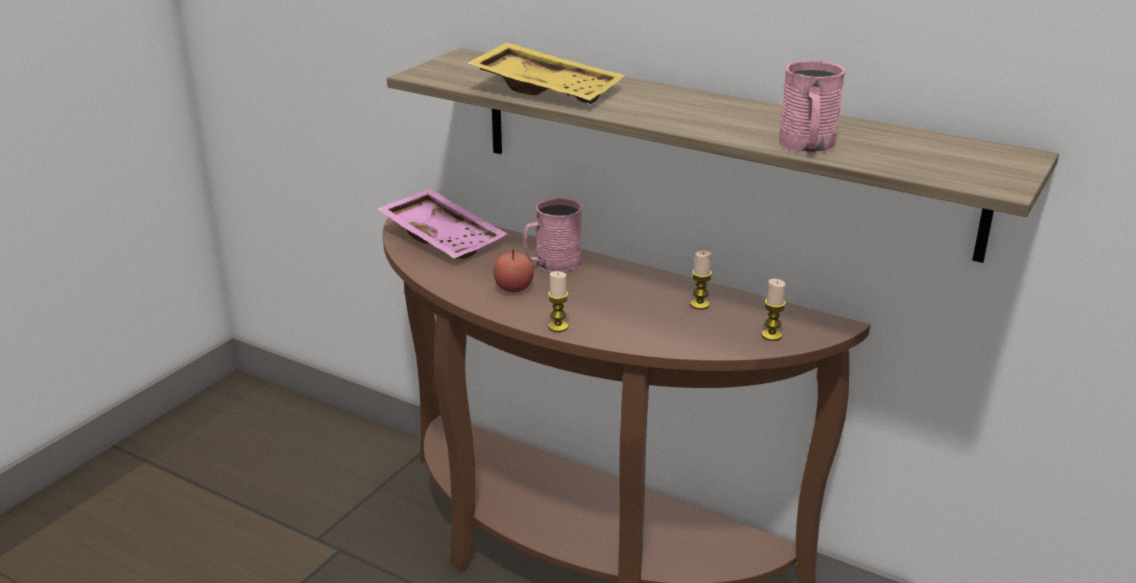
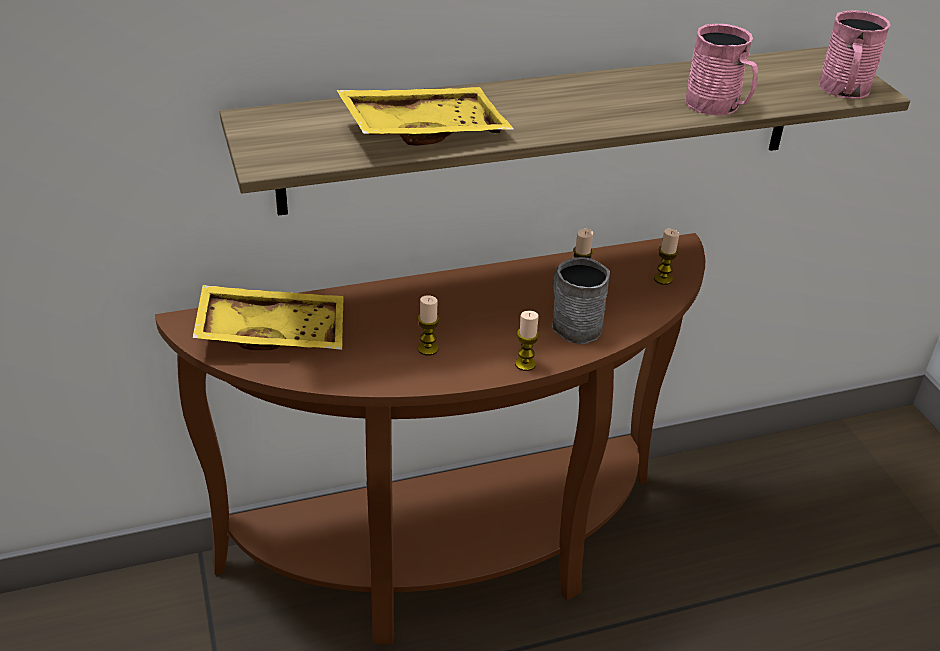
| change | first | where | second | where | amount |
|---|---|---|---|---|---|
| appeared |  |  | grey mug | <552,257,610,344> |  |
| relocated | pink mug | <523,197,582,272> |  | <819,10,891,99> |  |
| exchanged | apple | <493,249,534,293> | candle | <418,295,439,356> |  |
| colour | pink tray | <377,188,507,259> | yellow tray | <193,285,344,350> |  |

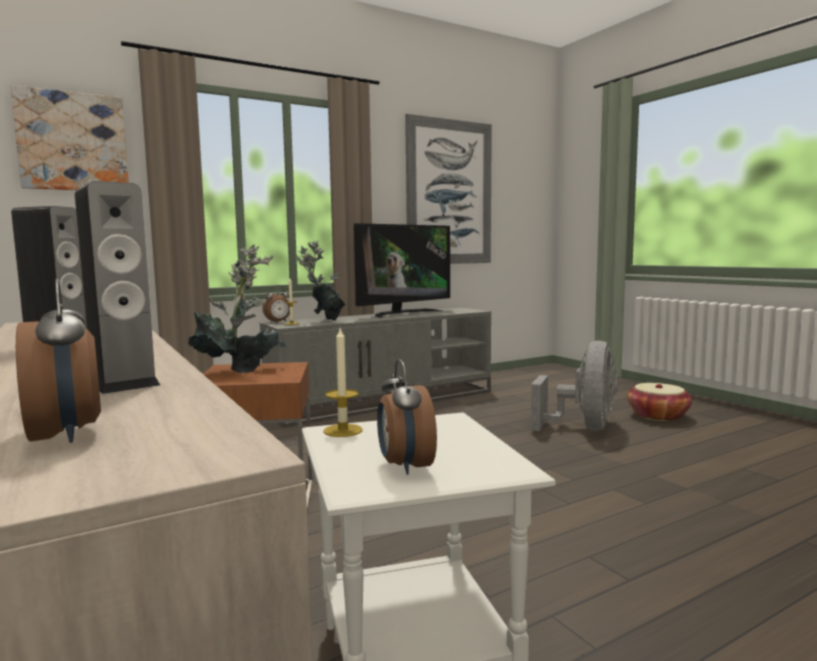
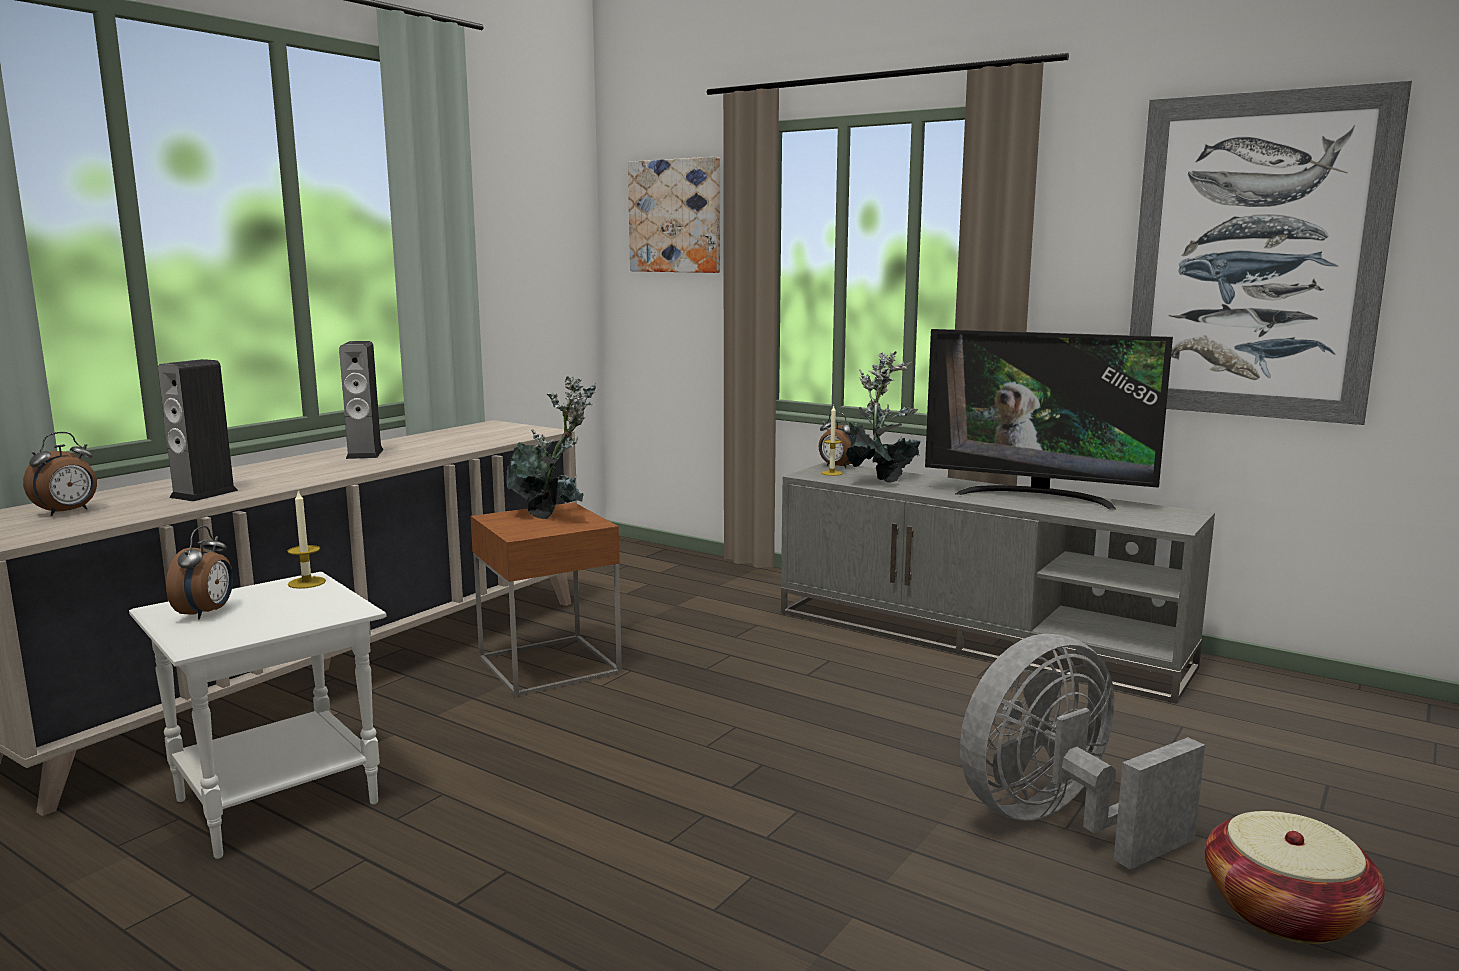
| change | first | where | second | where | amount |
|---|---|---|---|---|---|
| spun | alarm clock | <377,359,437,475> |  | <166,526,233,619> | 135 degrees clockwise |
| spun | grey fan | <531,341,618,431> |  | <960,634,1205,869> | 150 degrees clockwise |

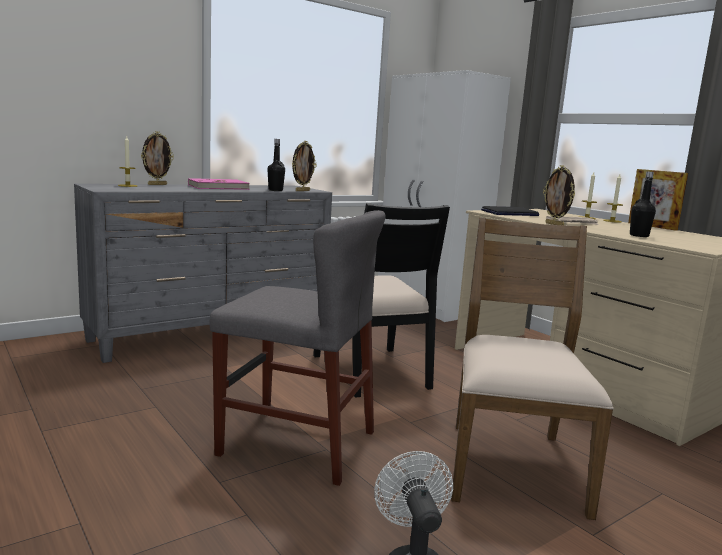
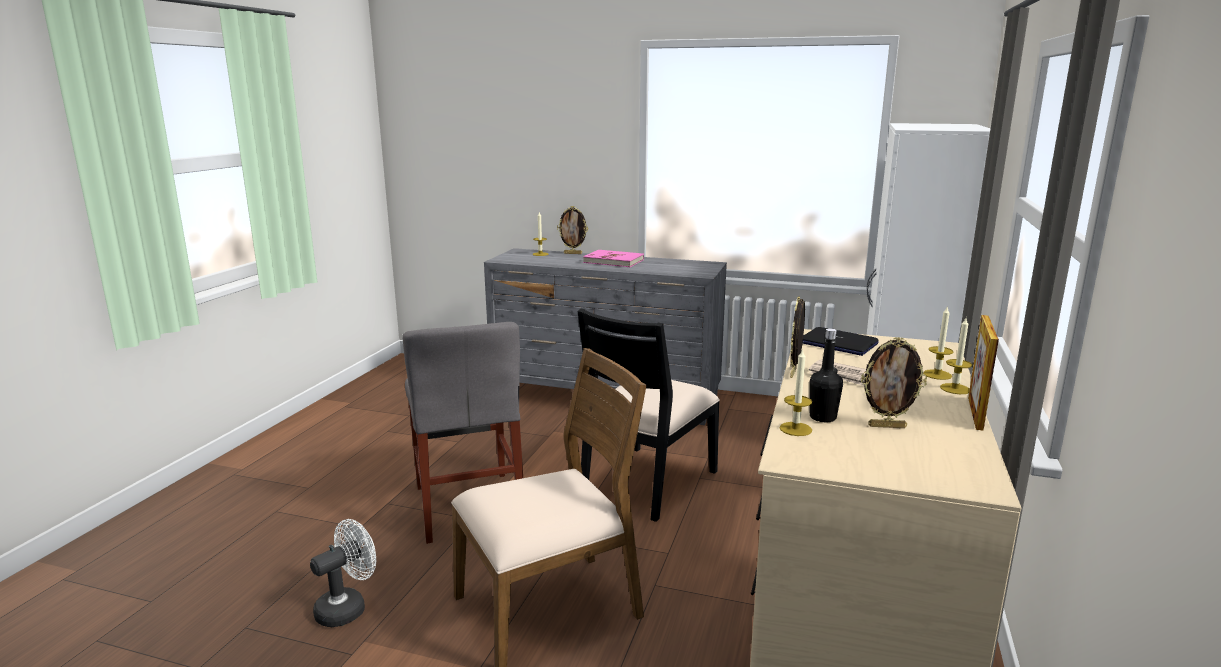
| change | first | where | second | where | amount |
|---|---|---|---|---|---|
| missing | black bottle | <267,139,285,191> |  |  |  |
| appeared |  |  | candle | <780,348,812,436> |  |
| relocated | picture frame | <292,141,317,191> |  | <861,337,927,428> |  |

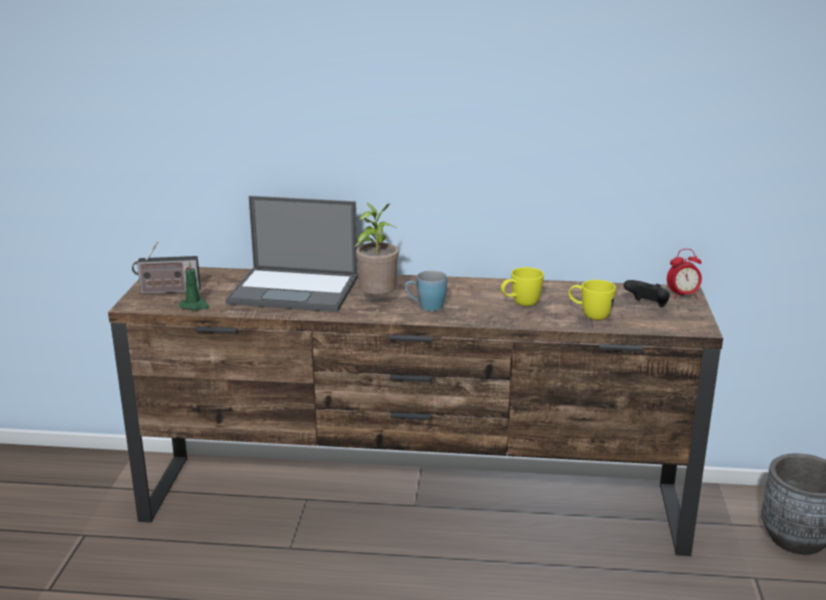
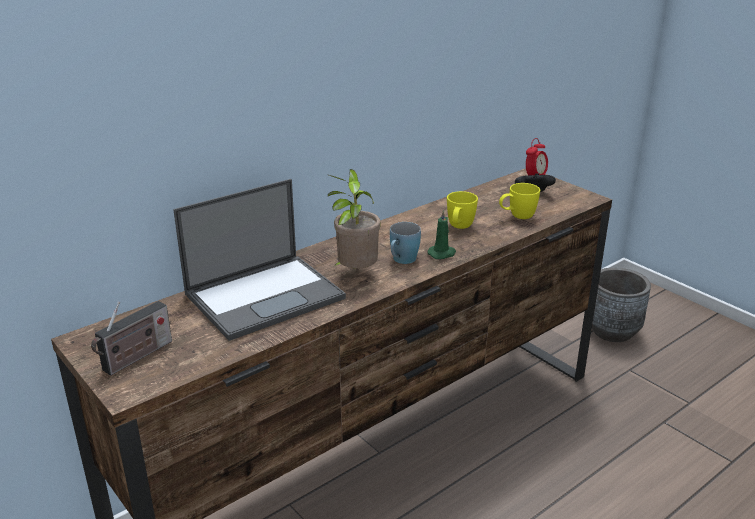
| change | first | where | second | where | amount |
|---|---|---|---|---|---|
| relocated | green candle | <179,260,209,310> |  | <428,209,456,259> |  |

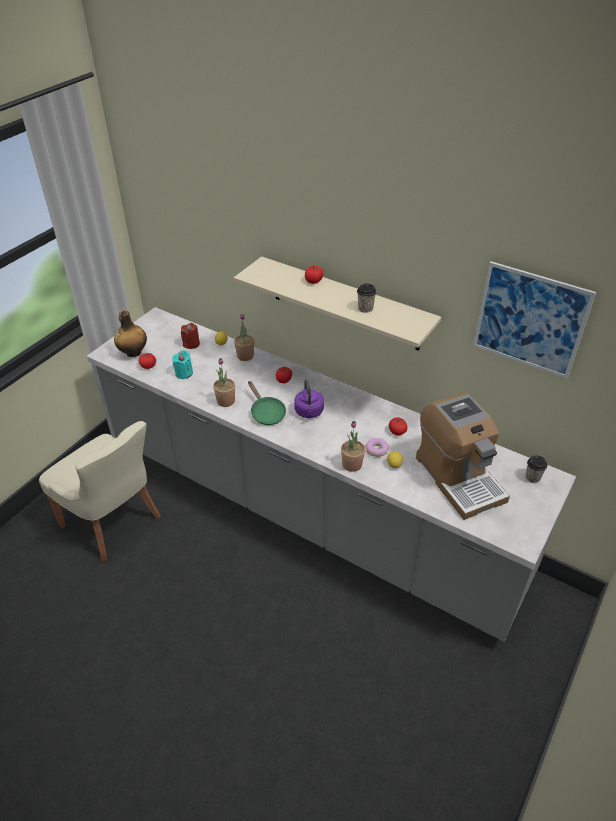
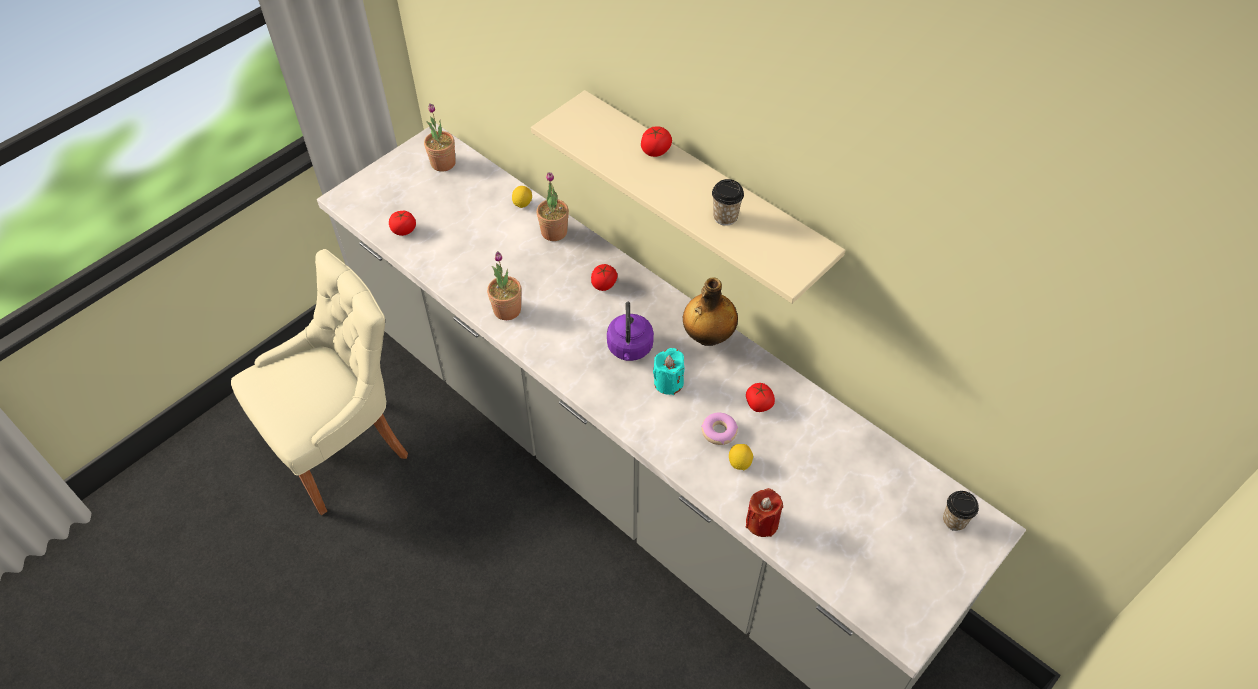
| change | first | where | second | where | amount |
|---|---|---|---|---|---|
| missing | green frying pan | <248,381,286,425> |  |  |  |
| missing | coffee machine | <416,392,510,520> |  |  |  |
| missing | picture | <473,261,596,379> |  |  |  |
| relocated | bottle | <114,310,147,357> |  | <683,277,738,346> |  |
| relocated | turquoise candle | <172,350,193,379> |  | <653,348,685,395> |  |
| relocated | red candle | <181,323,200,349> |  | <746,488,783,537> |  |
| relocated | potted plant | <341,421,365,472> |  | <424,103,456,172> |  |
| spun | beige chair | <39,421,161,561> |  | <231,249,408,515> | 90 degrees counterclockwise |

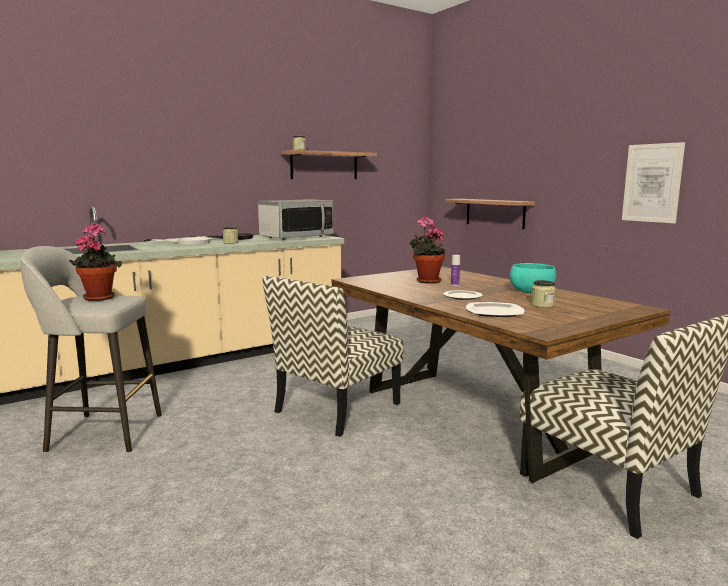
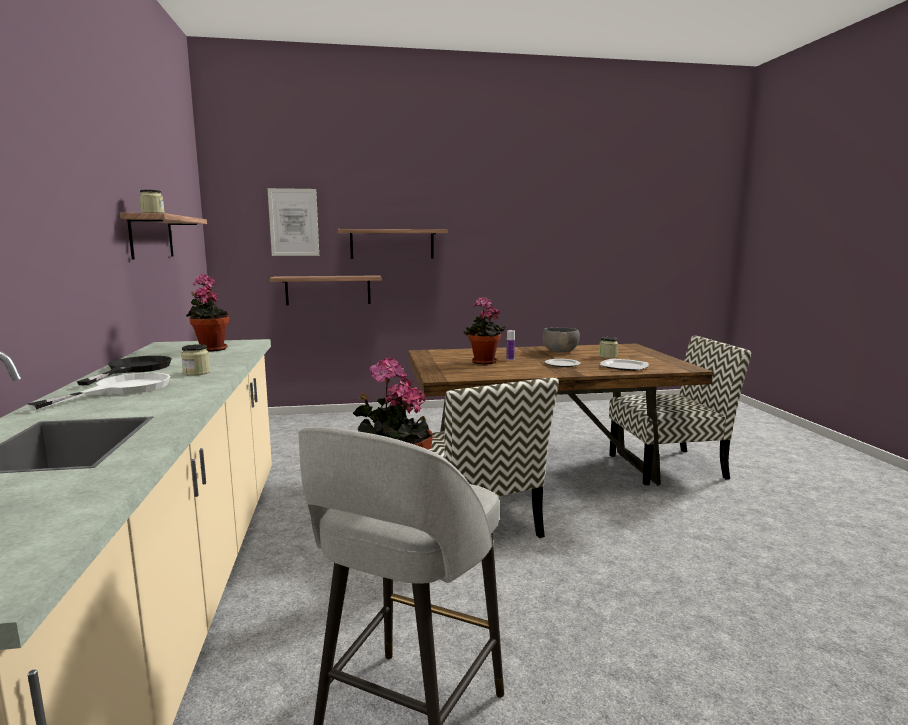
| change | first | where | second | where | amount |
|---|---|---|---|---|---|
| appeared |  |  | shelf | <338,229,447,259> |  |
| relocated | picture | <622,142,685,223> |  | <267,188,319,256> |  |
| exchanged | microwave | <258,199,333,240> | potted plant | <186,274,230,352> |  |
| colour | turquoise bowl | <510,263,556,294> | grey bowl | <542,327,580,353> |  |

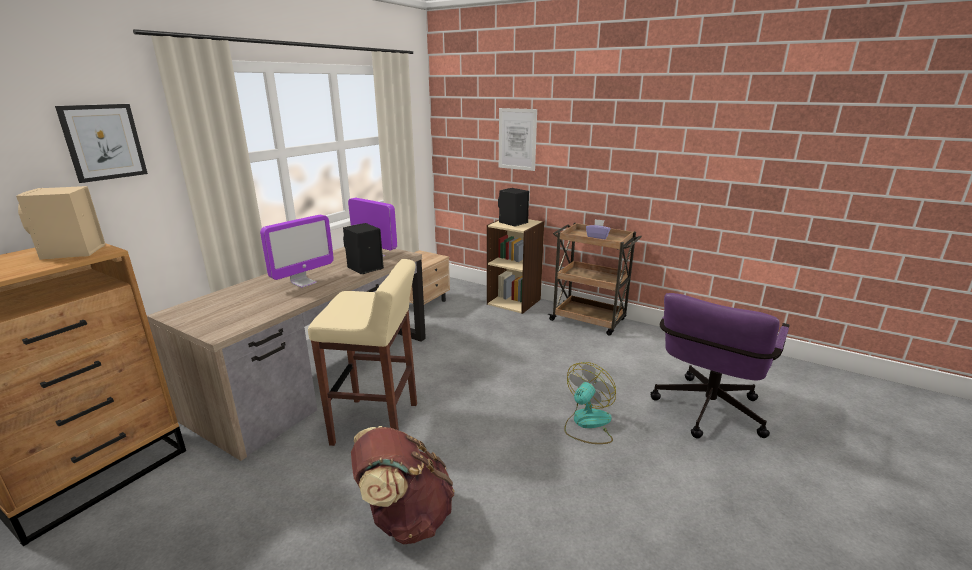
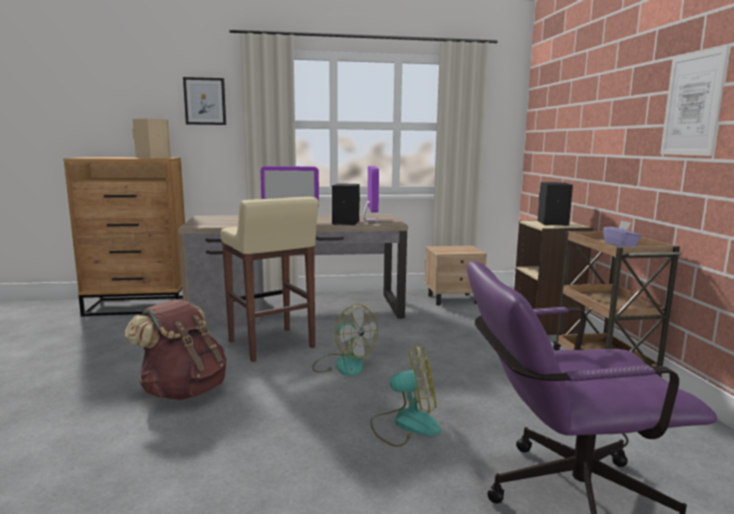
| change | first | where | second | where | amount |
|---|---|---|---|---|---|
| appeared |  |  | fan | <313,304,378,376> |  |
| relocated | picture | <499,108,537,171> |  | <660,46,730,156> |  |

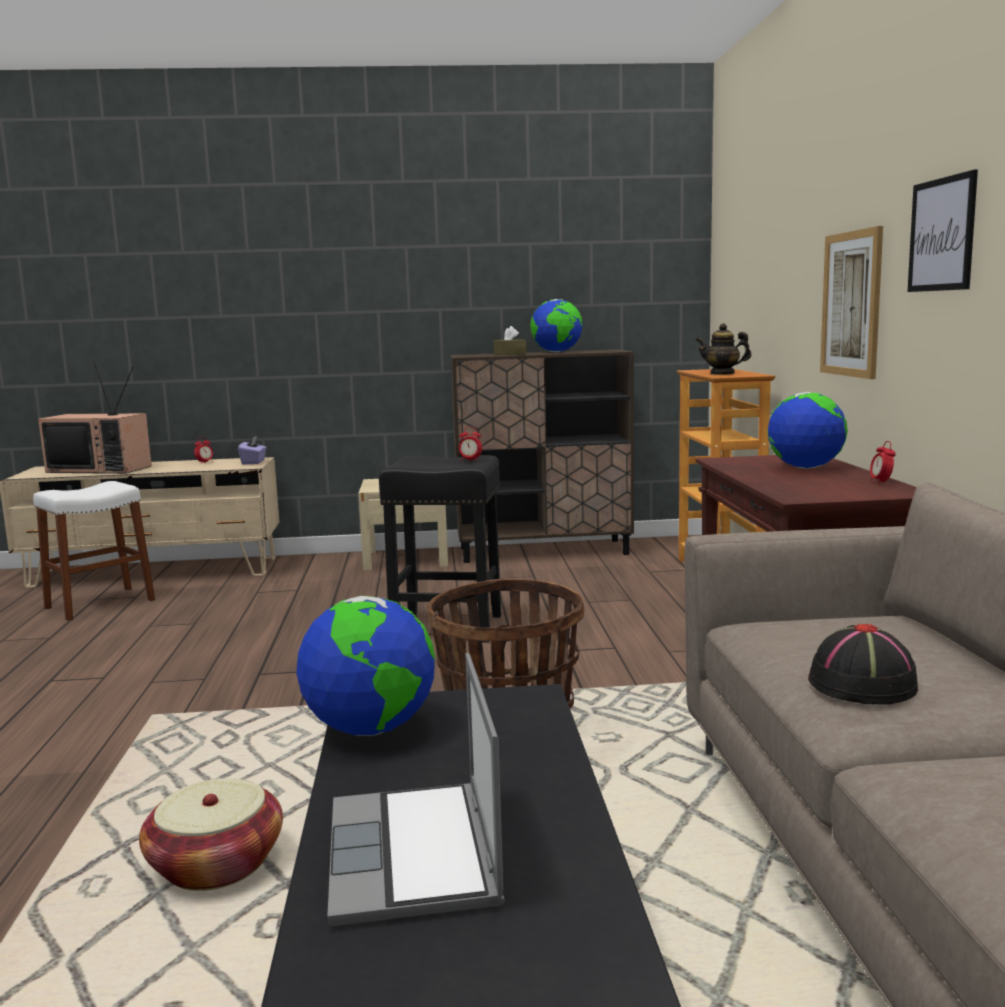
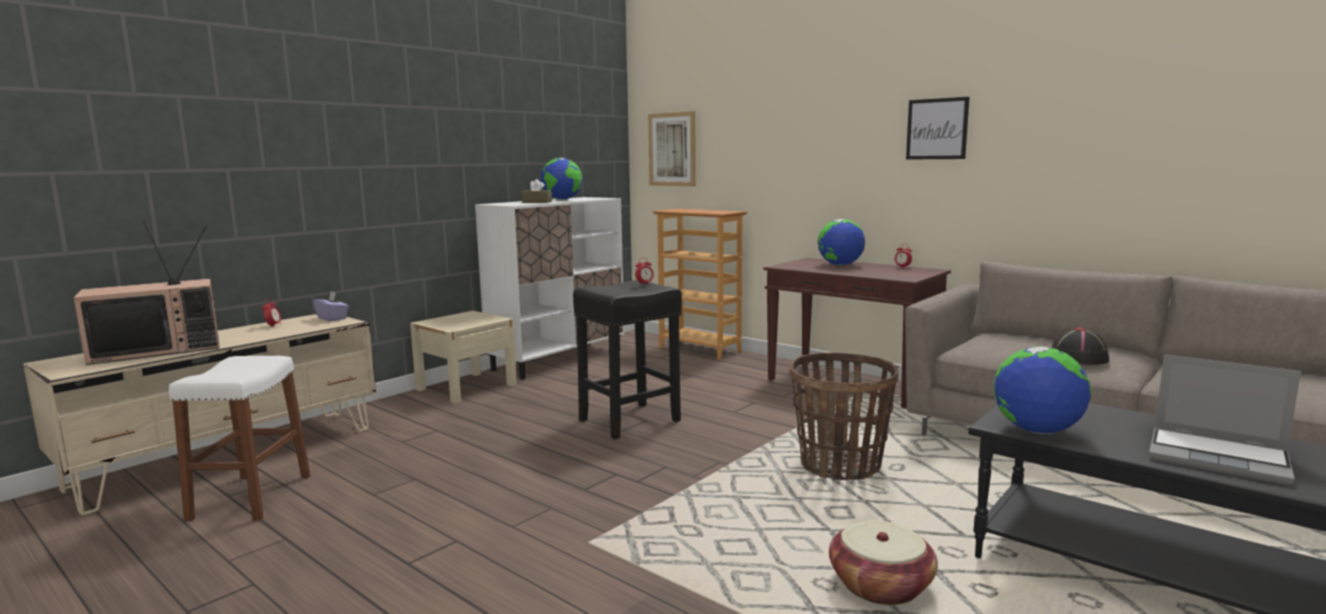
| change | first | where | second | where | amount |
|---|---|---|---|---|---|
| missing | teapot | <696,323,752,375> |  |  |  |
| relocated | picture | <820,226,883,379> |  | <648,111,696,186> |  |
| colour | brown cabinet | <450,349,634,563> | white cabinet | <475,197,624,380> |  |

